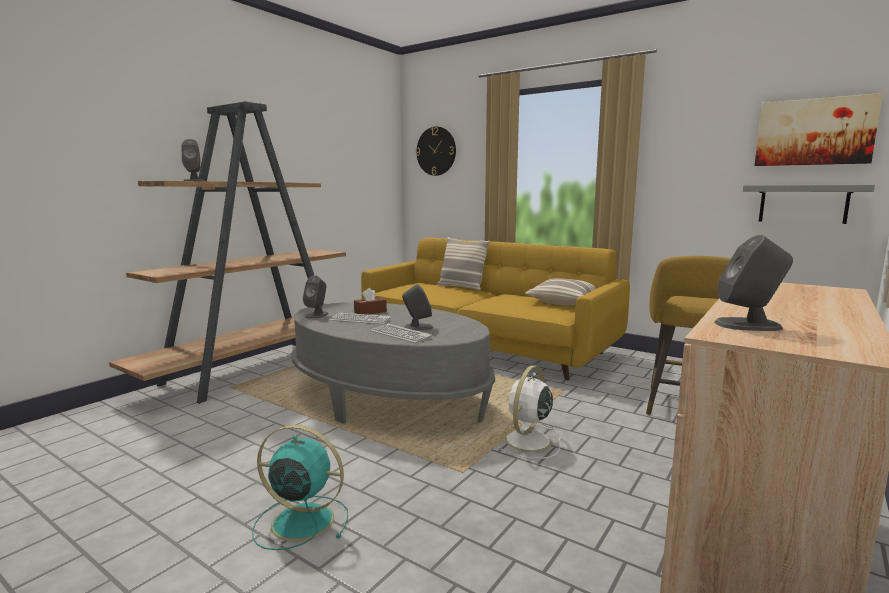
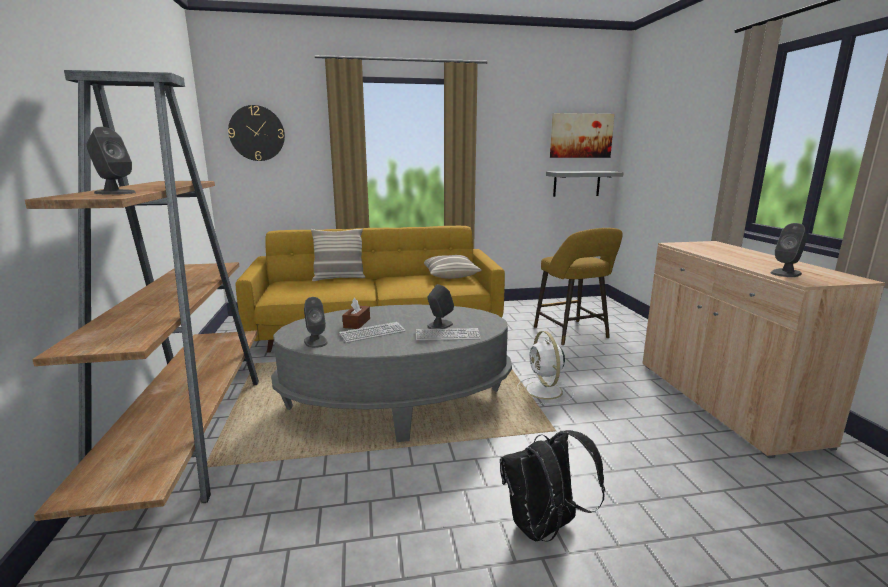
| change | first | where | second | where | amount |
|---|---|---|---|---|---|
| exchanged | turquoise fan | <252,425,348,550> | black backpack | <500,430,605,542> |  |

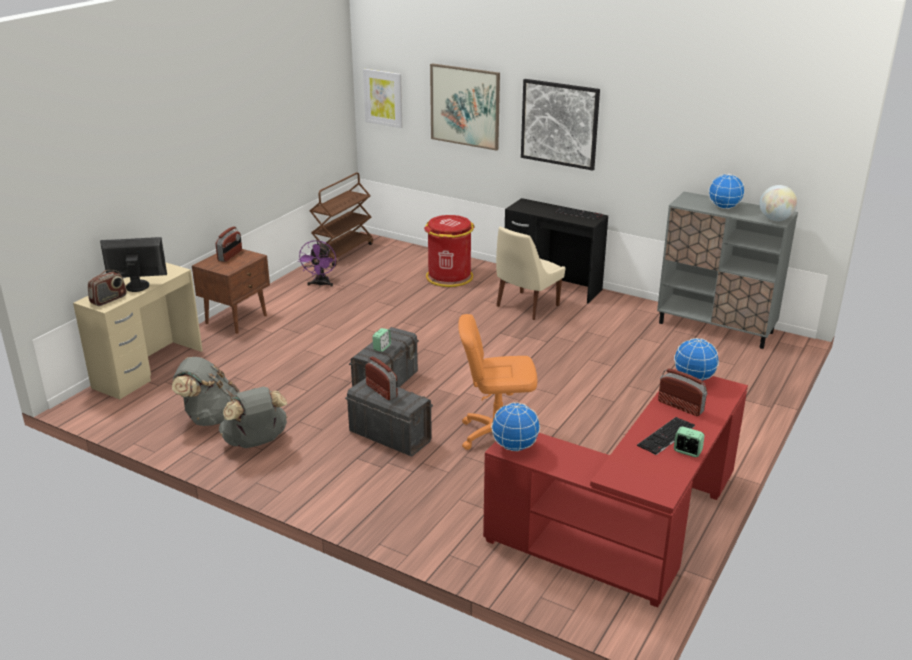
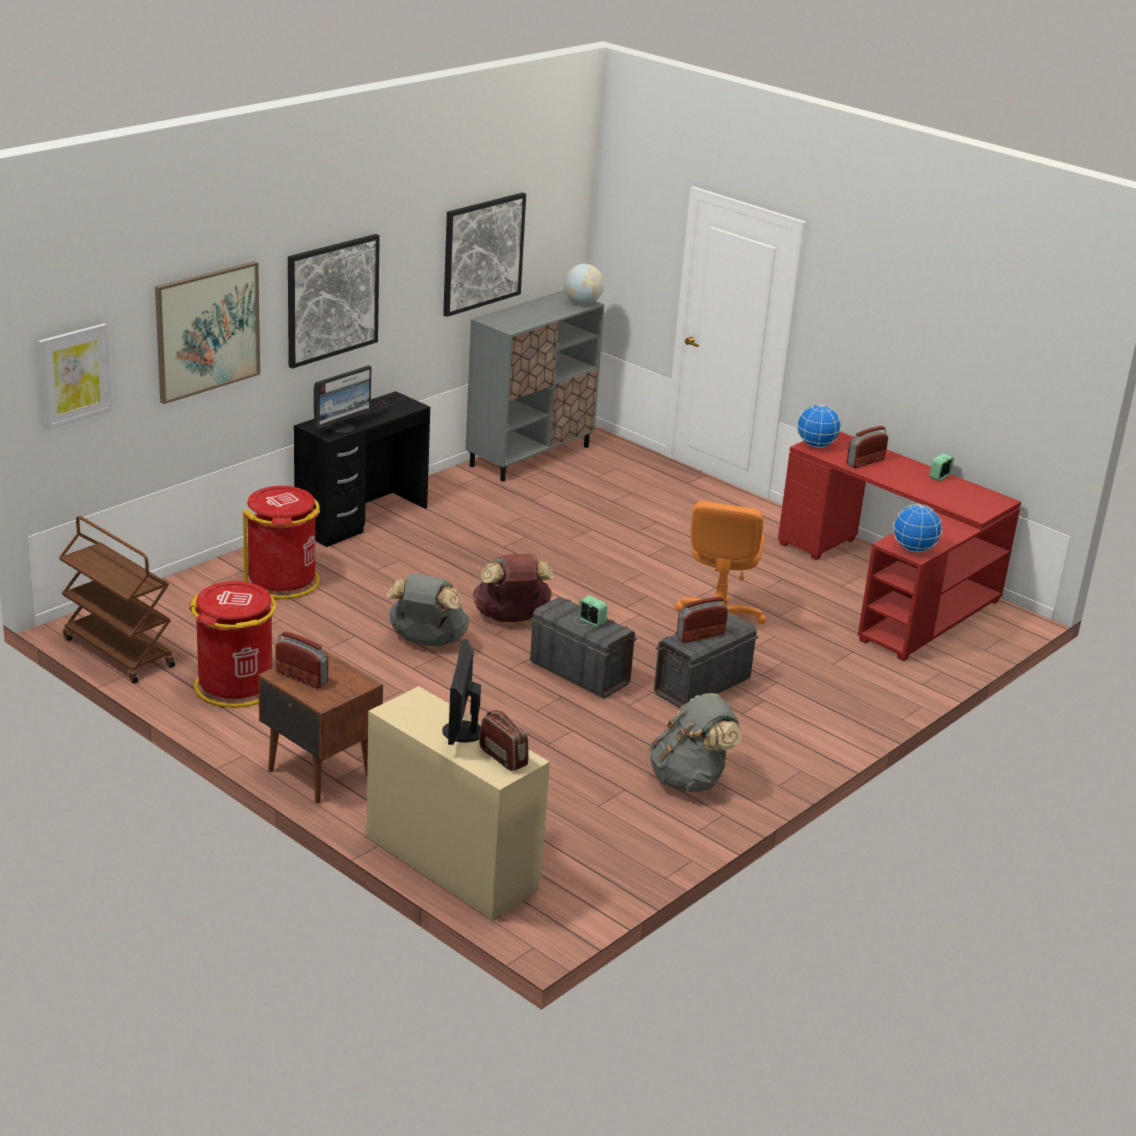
| change | first | where | second | where | amount |
|---|---|---|---|---|---|
| missing | beige chair | <496,227,566,320> |  |  |  |
| missing | keyboard | <637,417,695,455> |  |  |  |
| missing | globe | <709,174,745,209> |  |  |  |
| appeared |  |  | monitor | <314,365,371,434> |  |
| appeared |  |  | picture | <443,193,526,317> |  |
| appeared |  |  | brown backpack | <473,554,554,622> |  |
| relocated | grey backpack | <172,357,240,426> |  | <387,573,469,647> |  |
| exchanged | purple fan | <298,240,336,287> | red trash can | <189,581,276,708> |  |

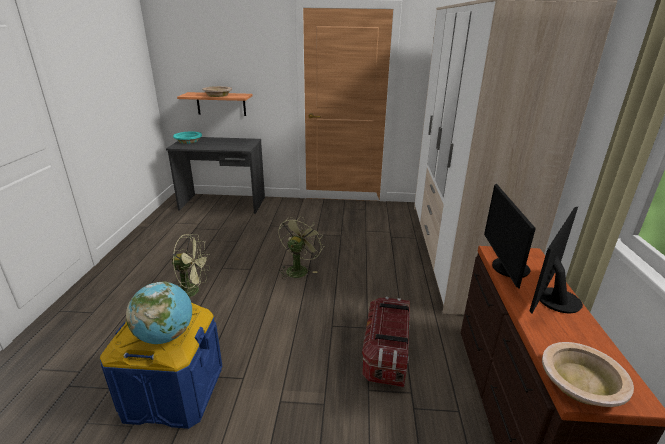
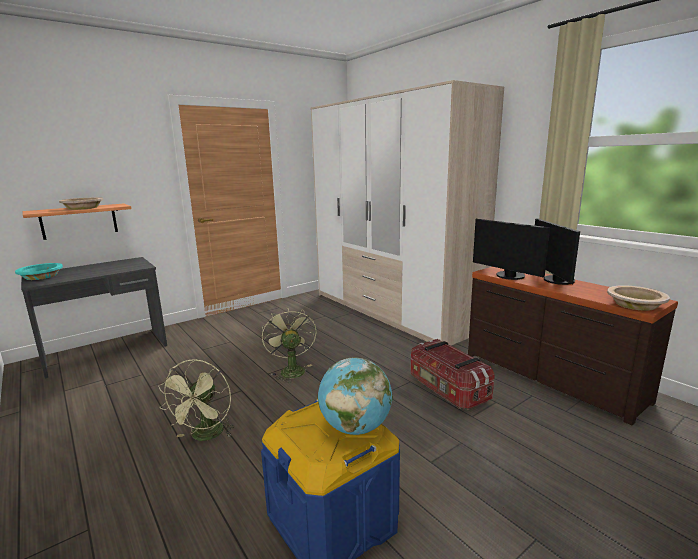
| change | first | where | second | where | amount |
|---|---|---|---|---|---|
| spun | green fan | <172,234,210,297> |  | <158,359,235,441> | 135 degrees clockwise |

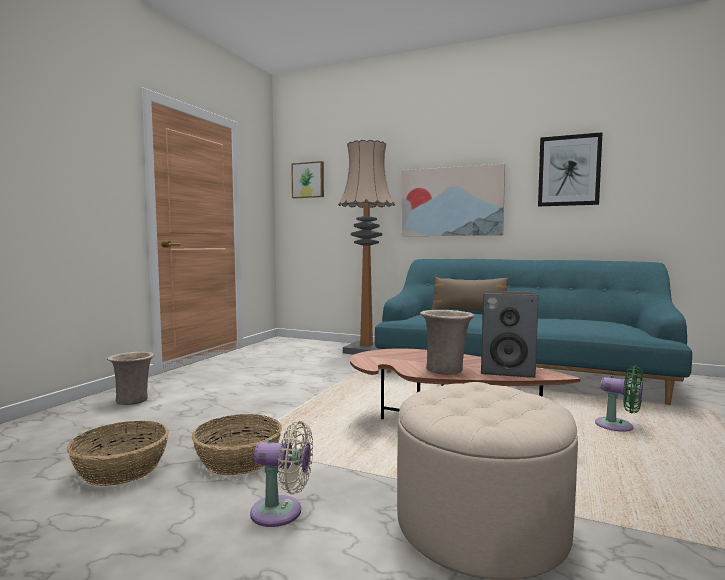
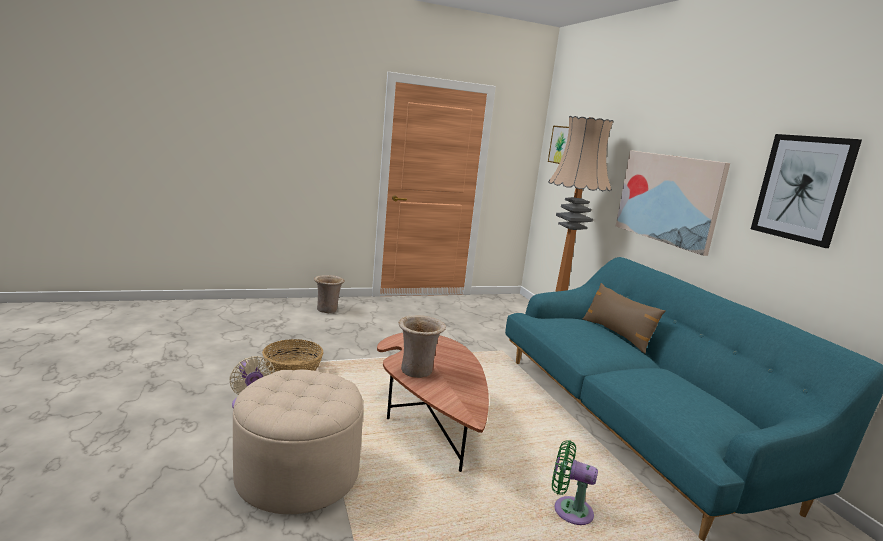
| change | first | where | second | where | amount |
|---|---|---|---|---|---|
| missing | basket | <67,421,169,486> |  |  |  |
| missing | speaker | <481,291,538,378> |  |  |  |
| spun | green fan | <595,365,643,432> |  | <552,440,598,525> | 120 degrees clockwise |

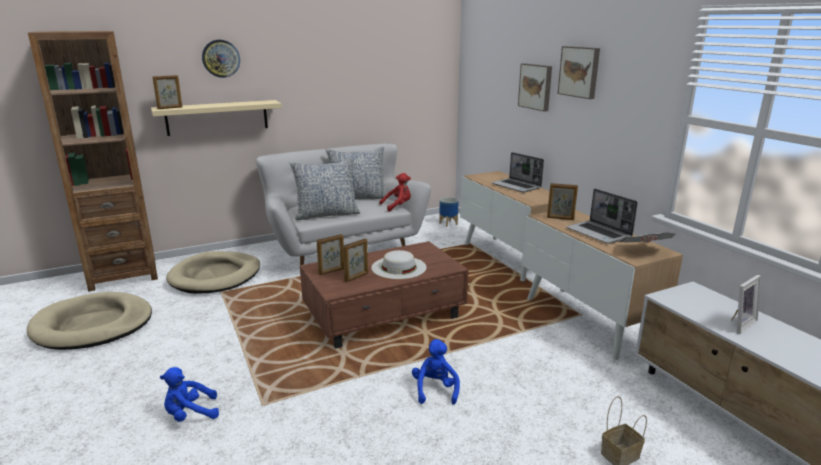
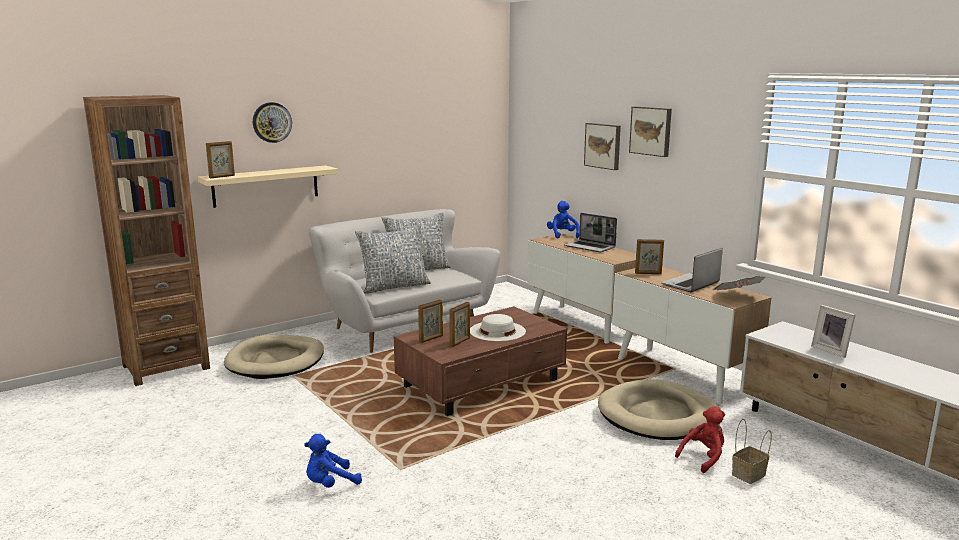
| change | first | where | second | where | amount |
|---|---|---|---|---|---|
| missing | planter | <439,197,459,227> |  |  |  |
| relocated | beige dog bed | <27,292,152,350> |  | <598,380,721,440> |  |
| relocated | red plush toy | <379,173,411,212> |  | <675,406,725,473> |  |
| relocated | blue plush toy | <412,339,460,405> |  | <547,201,580,238> |  |
| spun | laptop | <566,189,638,244> |  | <661,248,723,292> | 90 degrees clockwise |
| spun | picture frame | <731,275,761,334> |  | <811,305,856,358> | 105 degrees clockwise |

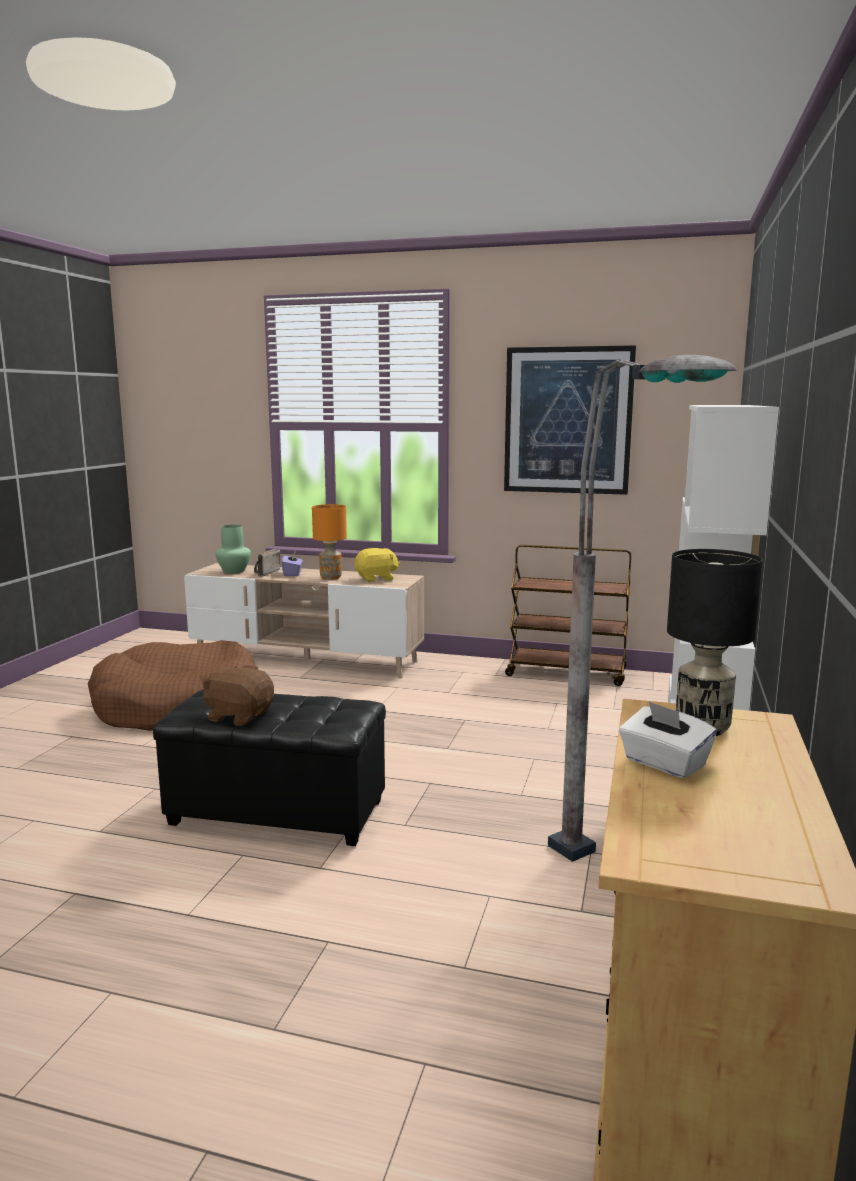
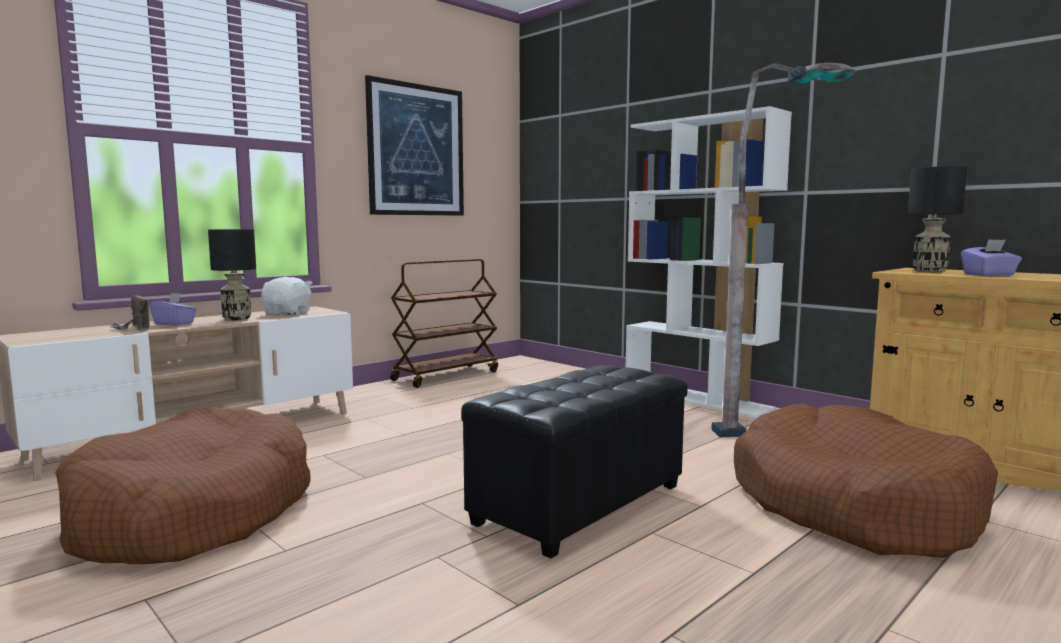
| change | first | where | second | where | amount |
|---|---|---|---|---|---|
| missing | brown plush toy | <203,666,274,726> |  |  |  |
| missing | green vase | <215,525,251,574> |  |  |  |
| appeared |  |  | brown dog bed | <734,404,998,558> |  |
| colour | orange table lamp | <312,504,347,580> | black table lamp | <208,229,256,321> |  |
| colour | yellow plush toy | <354,548,400,582> | white plush toy | <261,277,312,315> |  |
| colour | white tissue box | <619,701,717,779> | purple tissue box | <961,239,1022,276> |  |

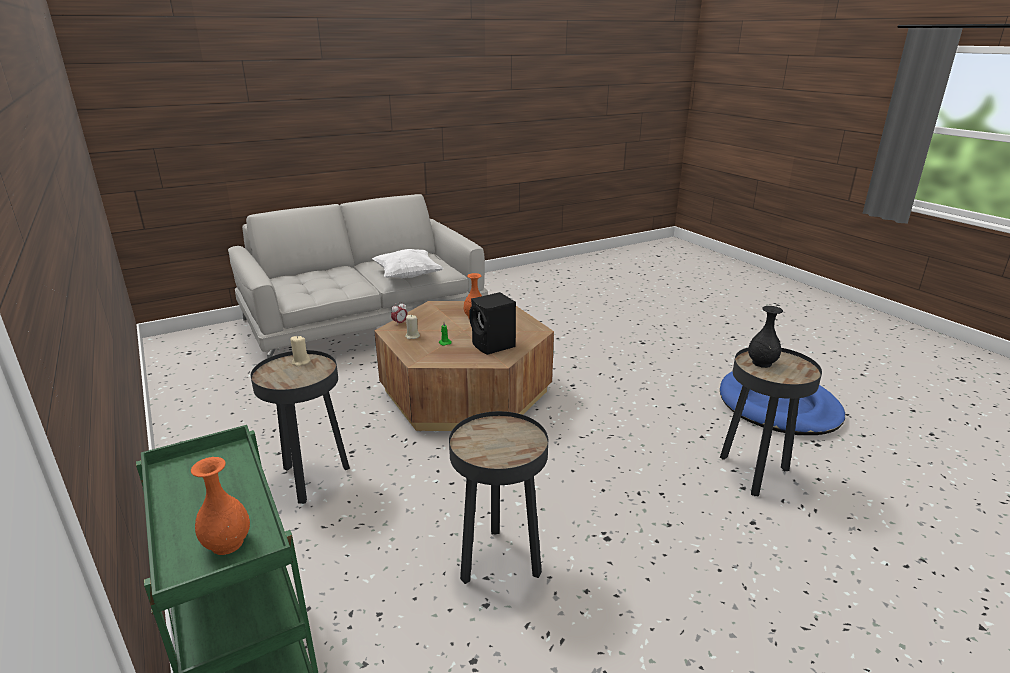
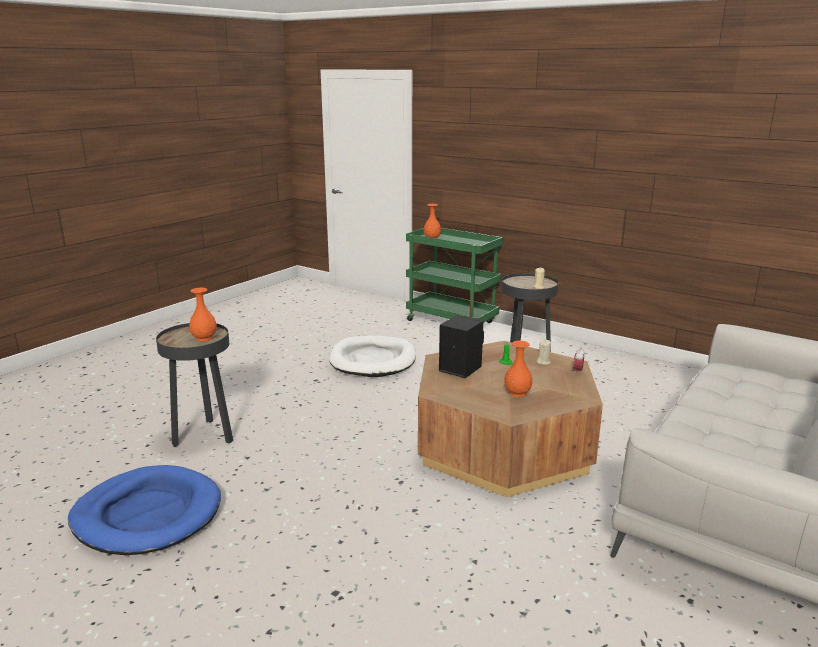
| change | first | where | second | where | amount |
|---|---|---|---|---|---|
| missing | white pillow | <372,249,443,278> |  |  |  |
| exchanged | black side table | <449,411,548,584> | white dog bed | <329,336,416,377> |  |
| colour | black vase | <748,306,783,368> | orange vase | <189,288,217,342> |  |

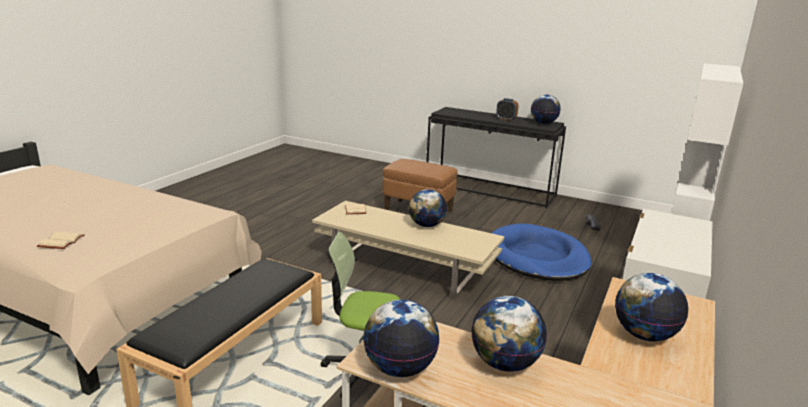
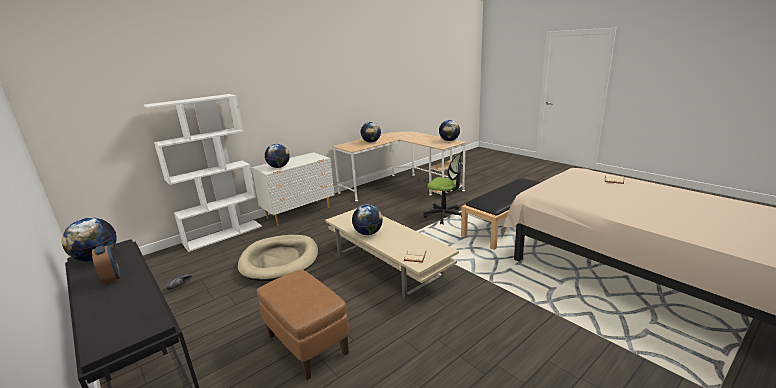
| change | first | where | second | where | amount |
|---|---|---|---|---|---|
| relocated | globe | <471,296,547,372> |  | <265,144,290,168> |  |
| colour | blue dog bed | <492,224,592,281> | beige dog bed | <238,235,318,281> |  |

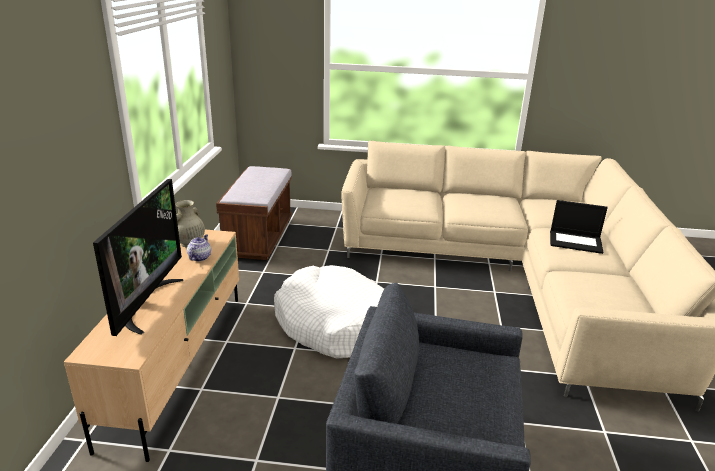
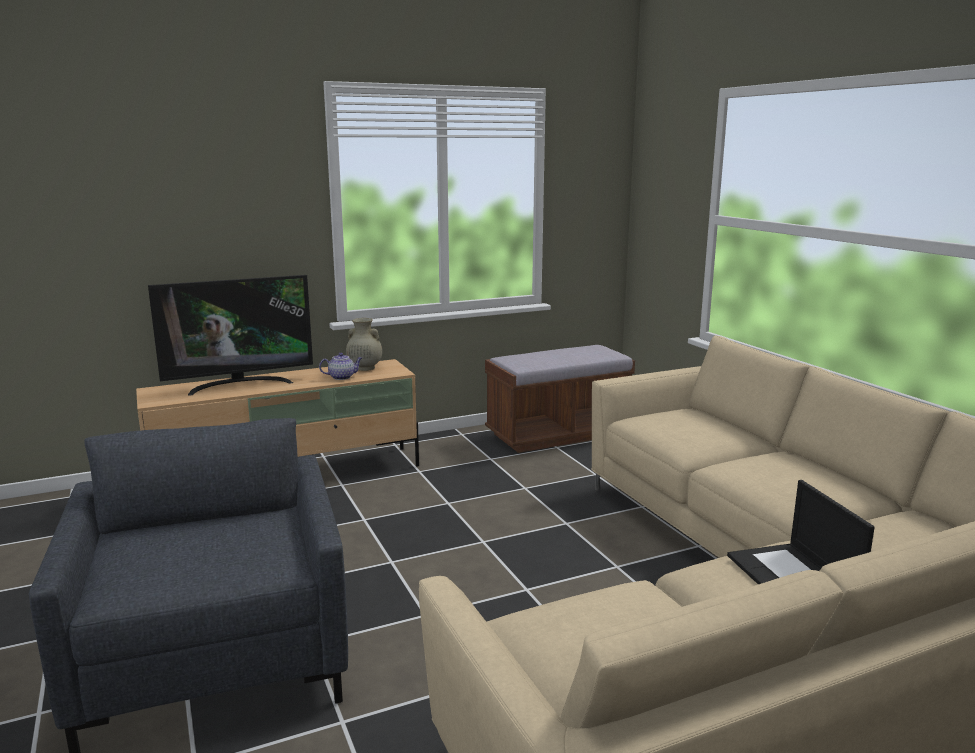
| change | first | where | second | where | amount |
|---|---|---|---|---|---|
| missing | white dog bed | <274,265,384,359> |  |  |  |

